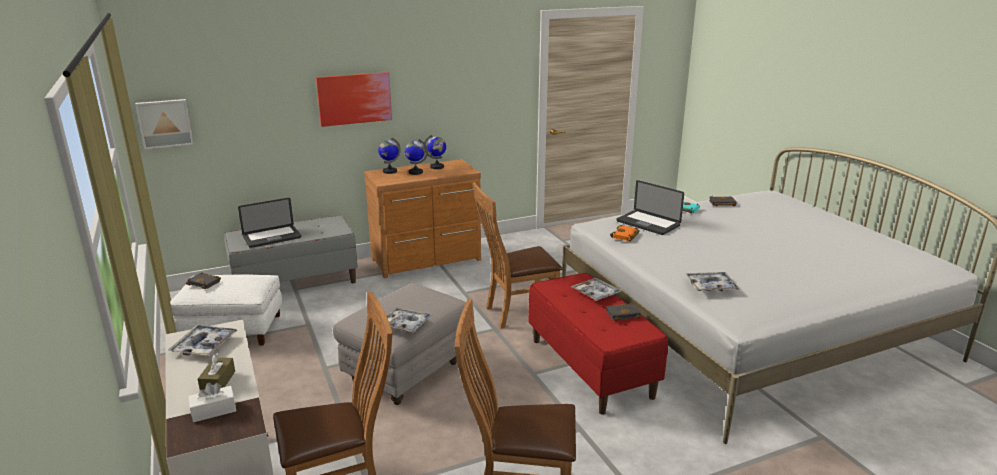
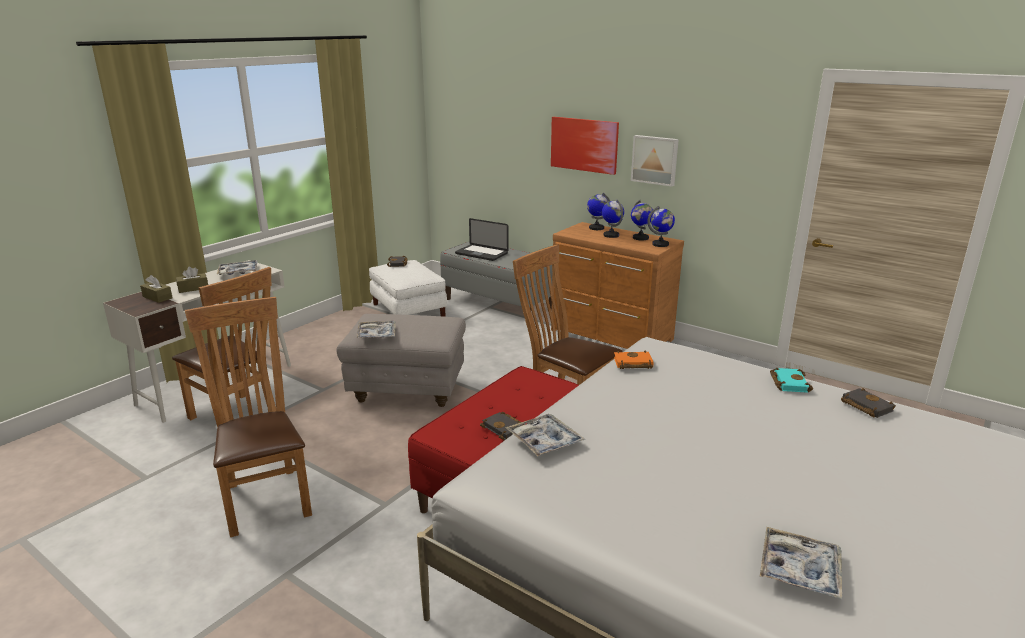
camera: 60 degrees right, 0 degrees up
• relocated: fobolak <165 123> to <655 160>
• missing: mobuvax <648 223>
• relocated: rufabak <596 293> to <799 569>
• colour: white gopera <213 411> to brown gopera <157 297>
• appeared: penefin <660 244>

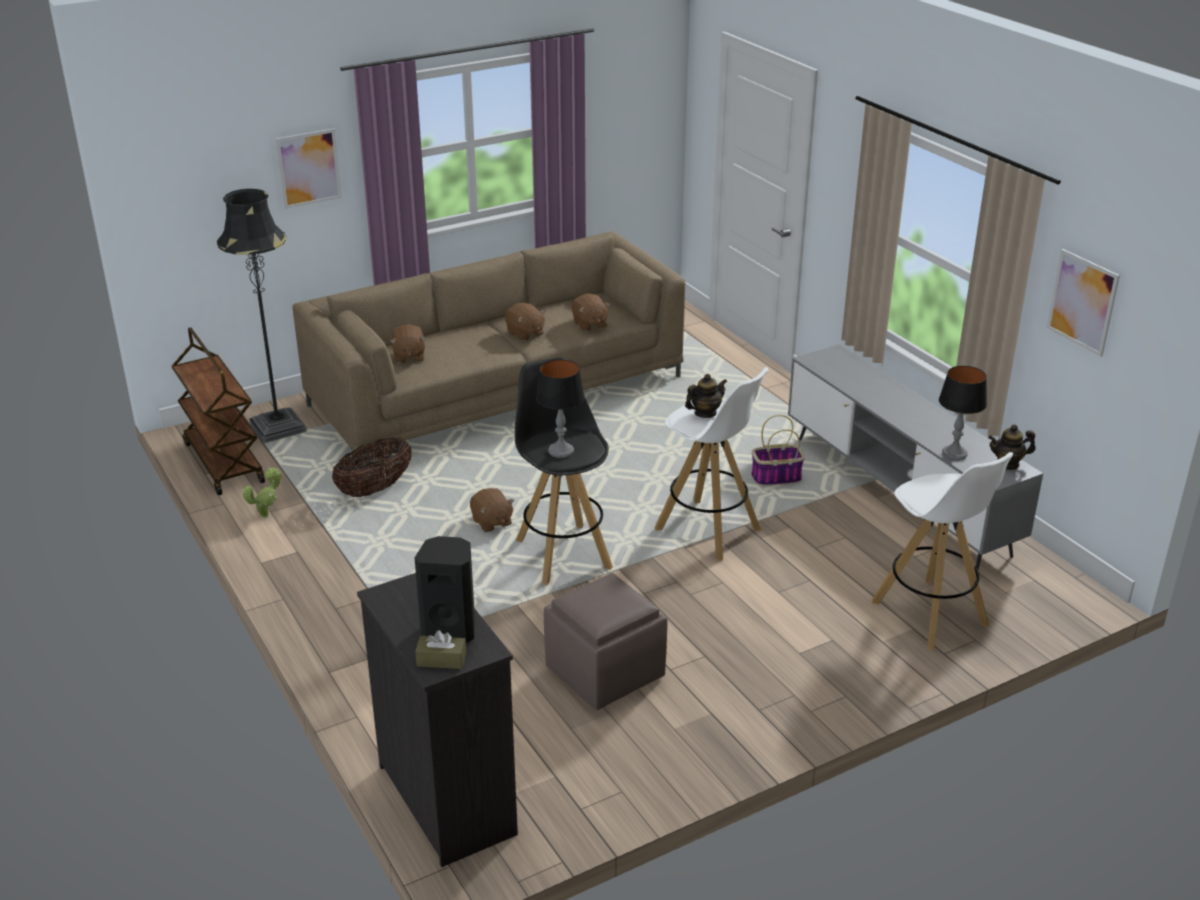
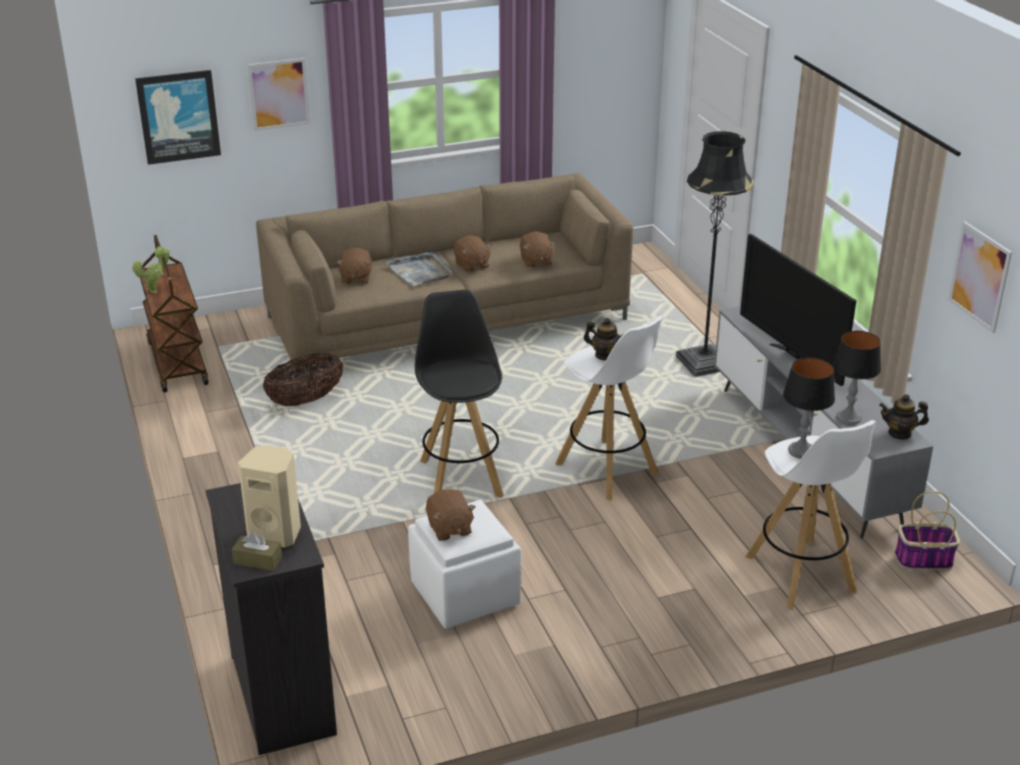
camera: 10 degrees right, 0 degrees up
• relocated: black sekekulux <278 428> to <704 363>
• relocated: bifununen <561 451> to <801 451>
• spun: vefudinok <705 413> = <605 355> 45 degrees clockwise
• relocated: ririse <775 478> to <923 560>
• relocated: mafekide <267 515> to <156 290>
• relocated: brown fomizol <491 522> to <449 529>
• colour: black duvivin <450 629> to beige duvivin <276 533>
• colour: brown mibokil <605 671> to white mibokil <465 593>
• appeared: fobolak <178 116>
• appeared: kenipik <791 355>
• appeared: grey rufabak <420 271>

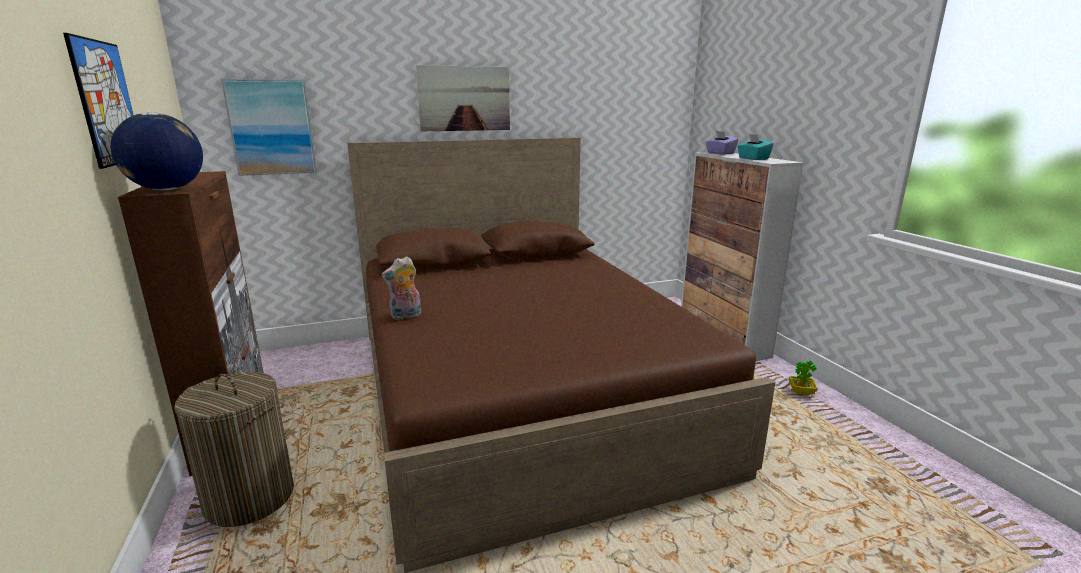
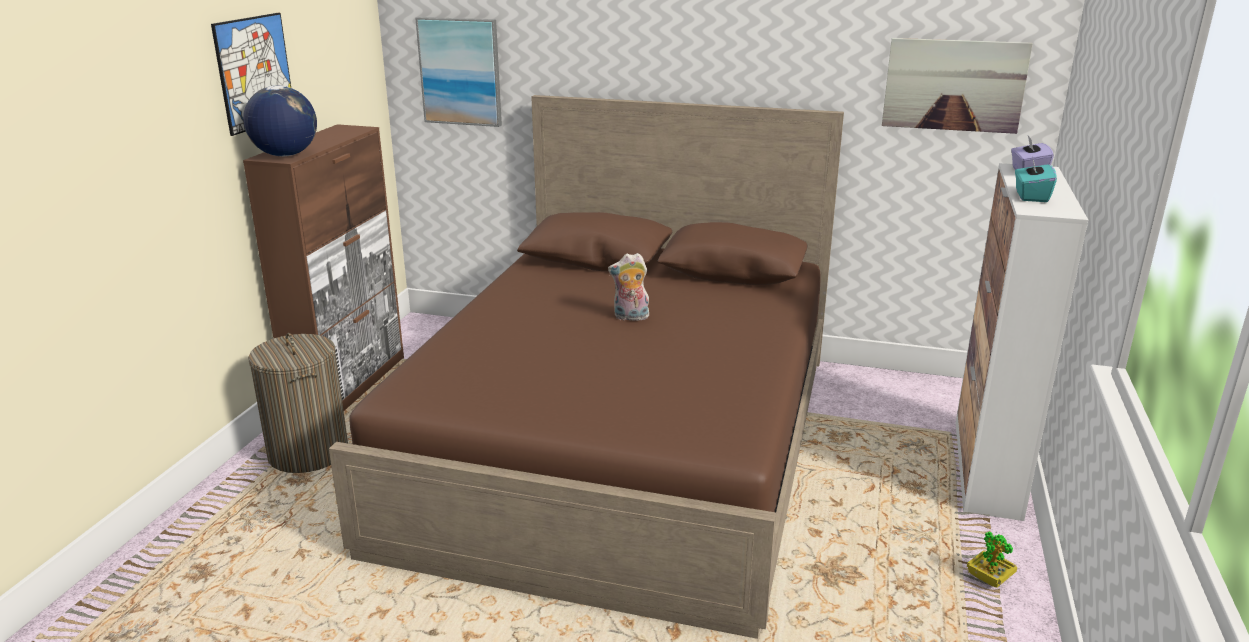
camera: 35 degrees right, 5 degrees up
• relocated: fobolak <464 98> to <954 85>
• relocated: fomizol <406 316> to <630 317>

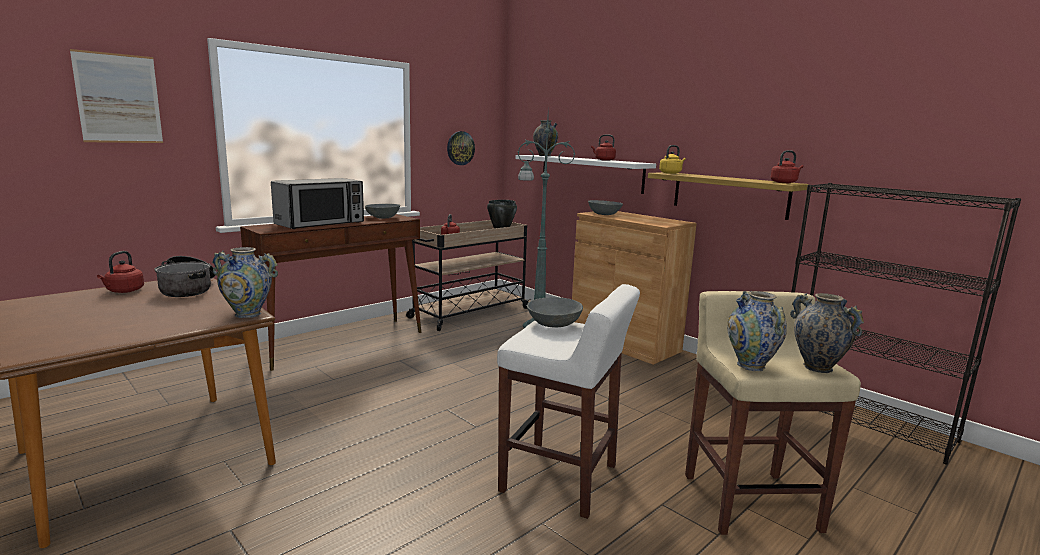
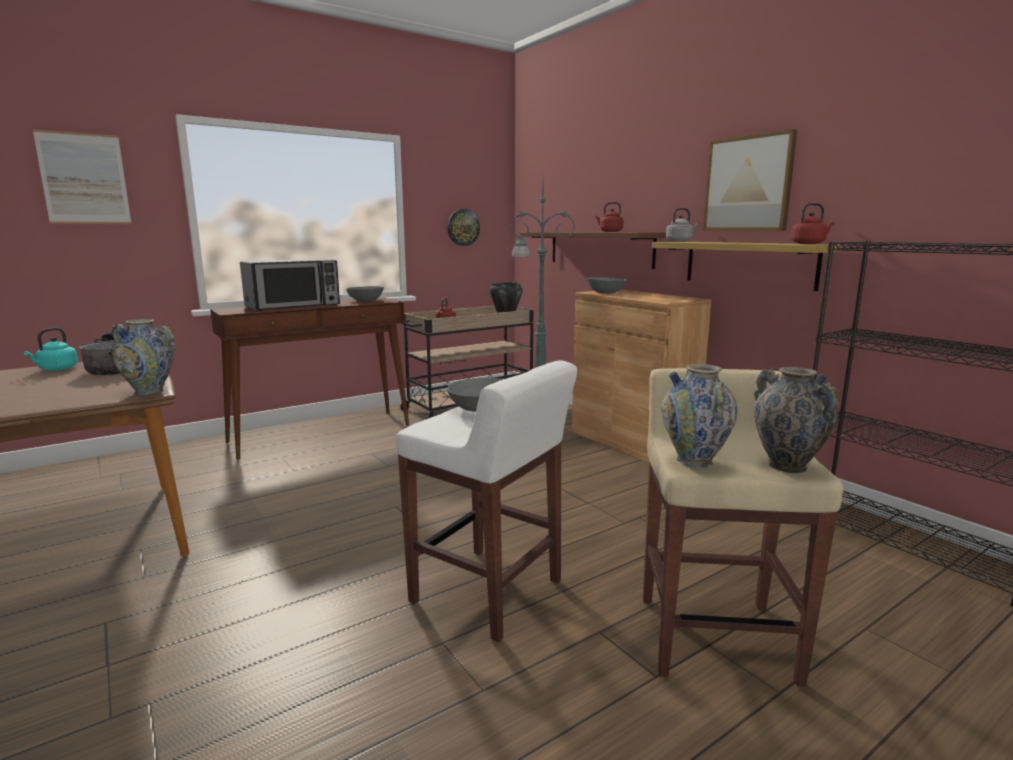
camera: 10 degrees right, 0 degrees up
• missing: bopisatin <544 155>
• colour: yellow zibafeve <671 173> to grey zibafeve <680 241>
• colour: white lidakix <590 173> to brown lidakix <599 248>
• colour: red zibafeve <124 291> to turquoise zibafeve <56 369>
• appeared: fobolak <748 184>

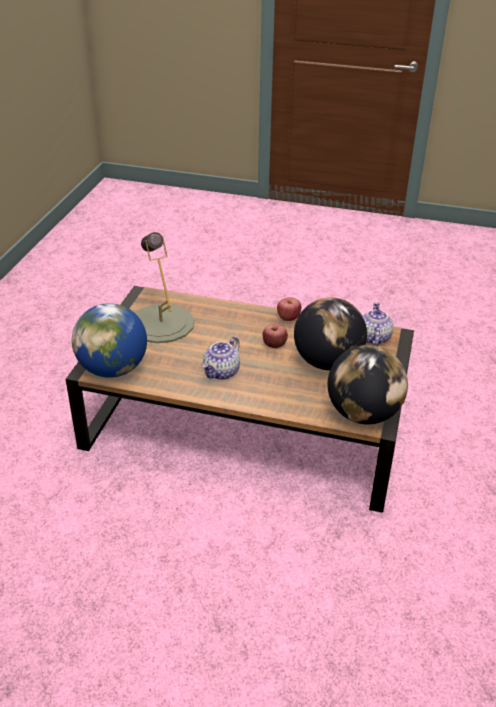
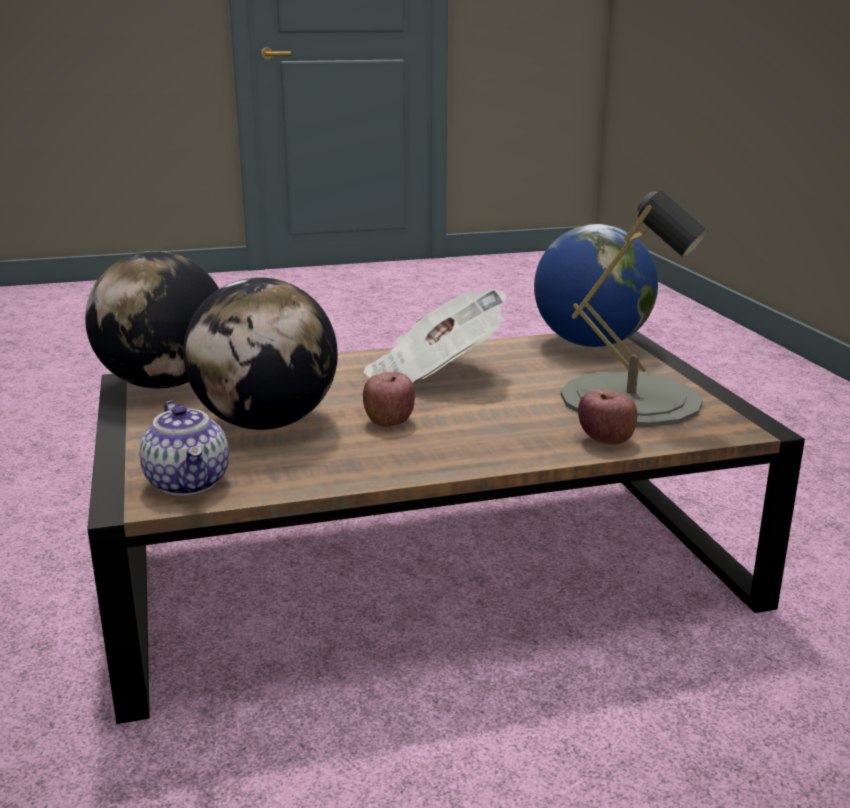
camera: 150 degrees right, 15 degrees down
• relocated: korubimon <288 318> to <606 440>
• exchanged: vefudinok <221 372> to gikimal <434 373>

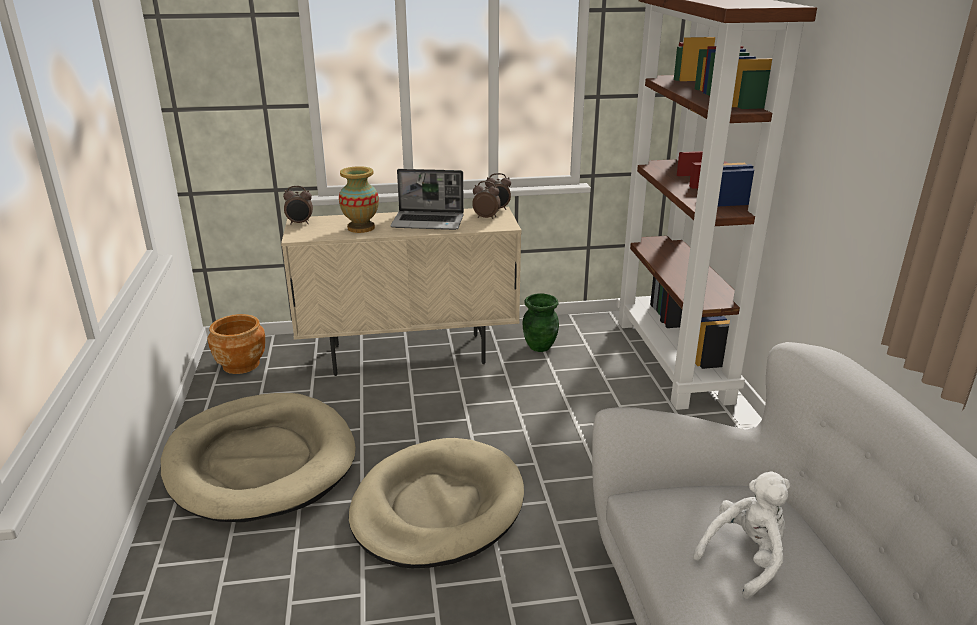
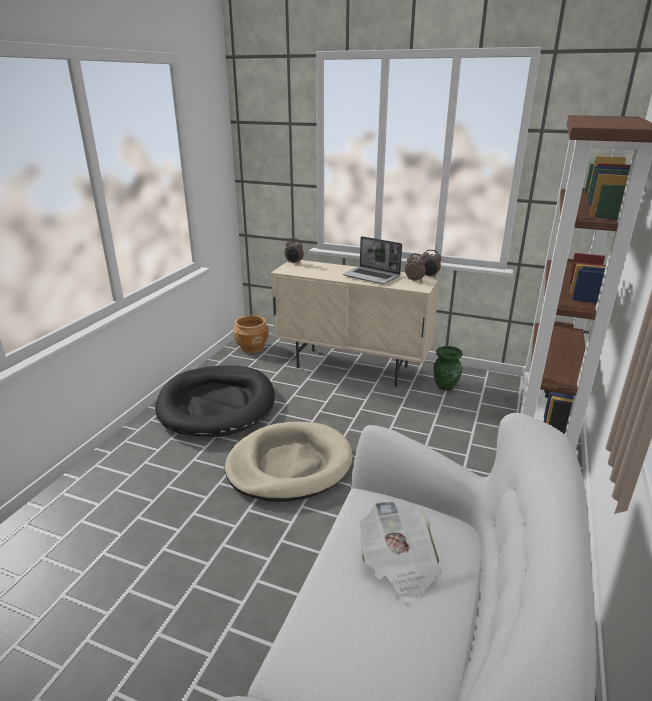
camera: 30 degrees right, 0 degrees up
• missing: bopisatin <361 228>
• colour: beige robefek <260 461> to black robefek <217 404>
• exchanged: white fomizol <745 558> to gikimal <399 565>

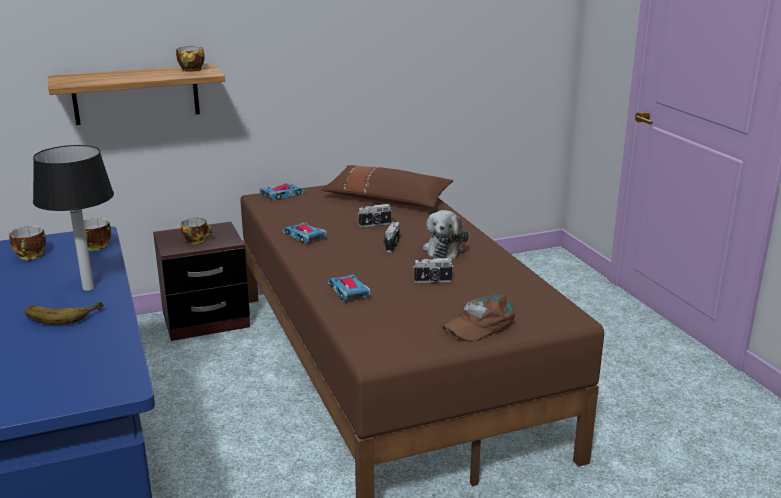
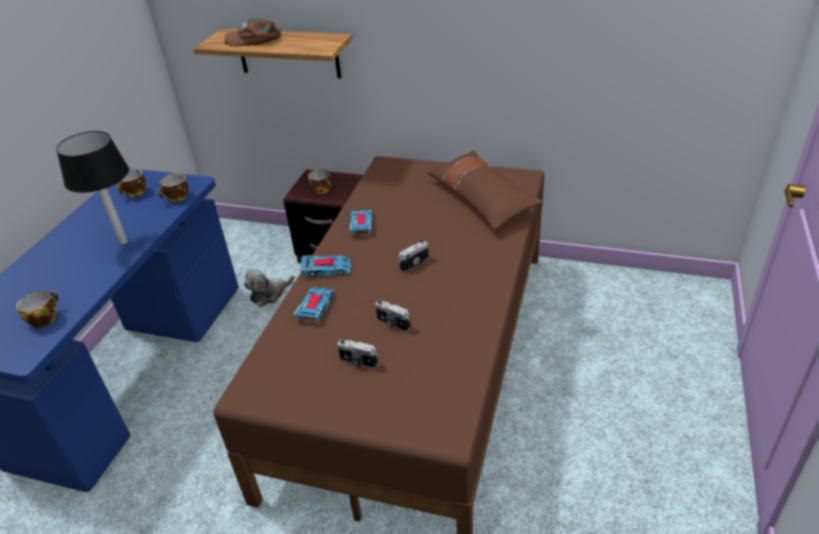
camera: 40 degrees right, 15 degrees up
• relocated: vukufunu <191 69> to <44 318>
• relocated: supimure <283 194> to <327 269>
• relocated: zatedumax <375 224> to <358 362>
• relocated: fomizol <445 249> to <269 294>
• relocated: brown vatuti <479 324> to <254 39>
• missing: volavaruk <62 314>

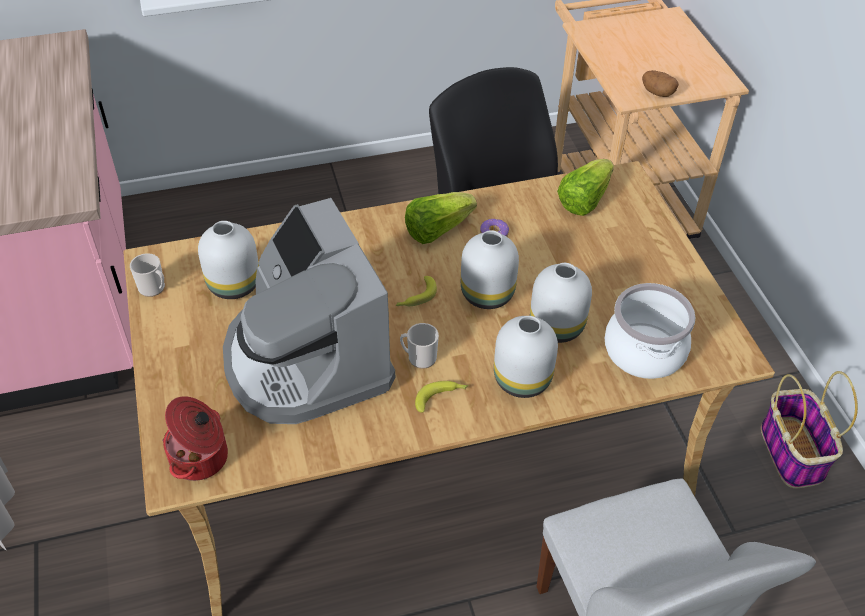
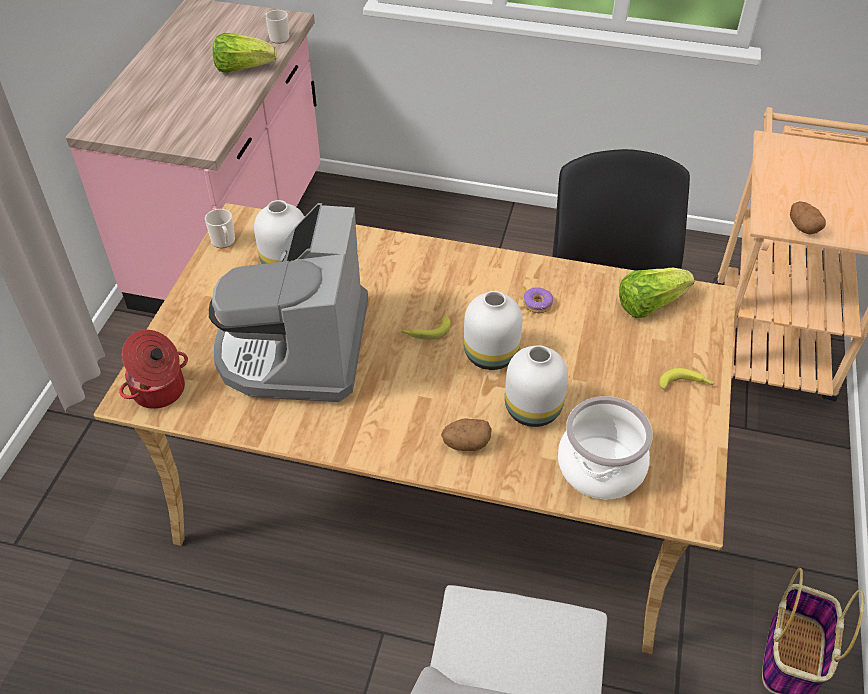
camera: 30 degrees right, 0 degrees up
• relocated: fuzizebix <437 230> to <243 68>
• exchanged: white bopisatin <524 380> to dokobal <466 444>
• relocated: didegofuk <419 357> to <277 37>
• relocated: volavaruk <441 398> to <685 384>

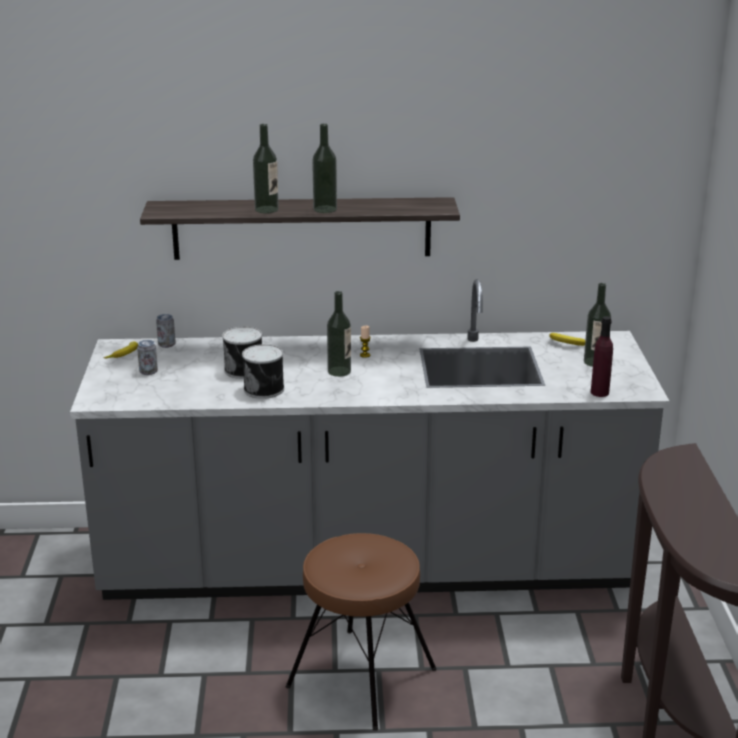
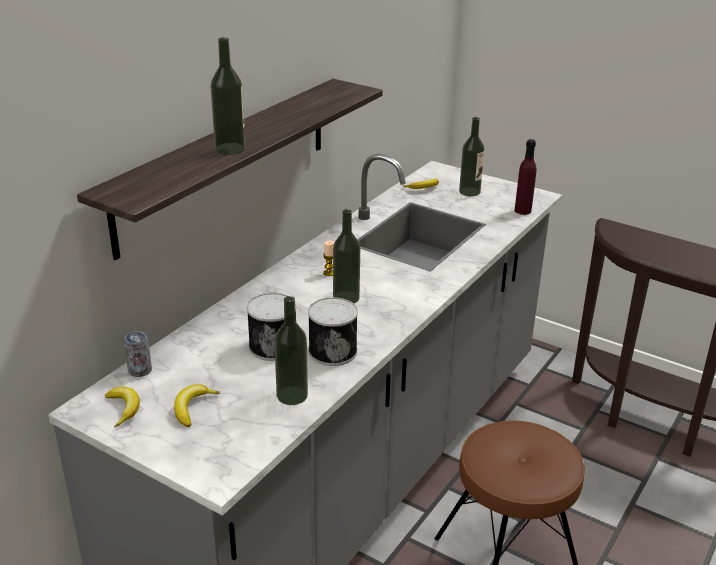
camera: 55 degrees left, 5 degrees up
• relocated: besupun <325 209> to <292 395>
• exchanged: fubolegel <148 371> to volavaruk <192 408>

